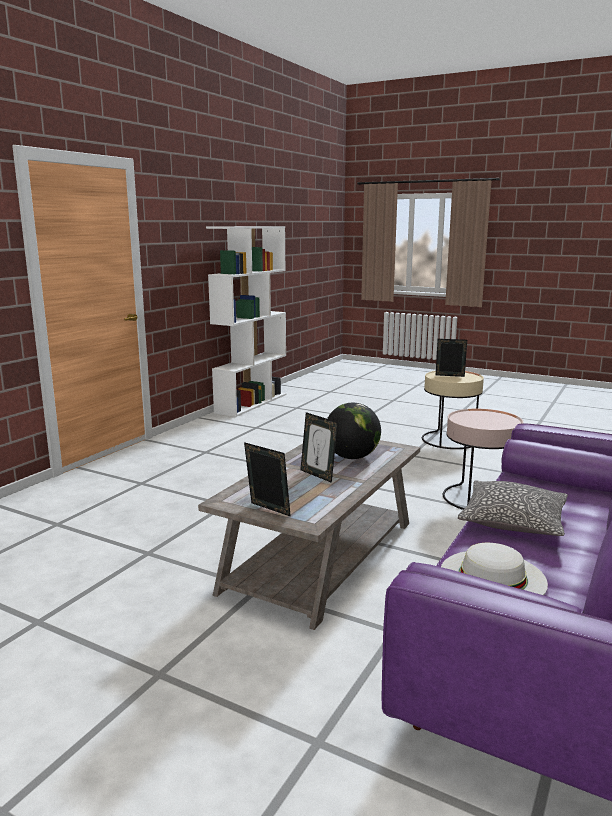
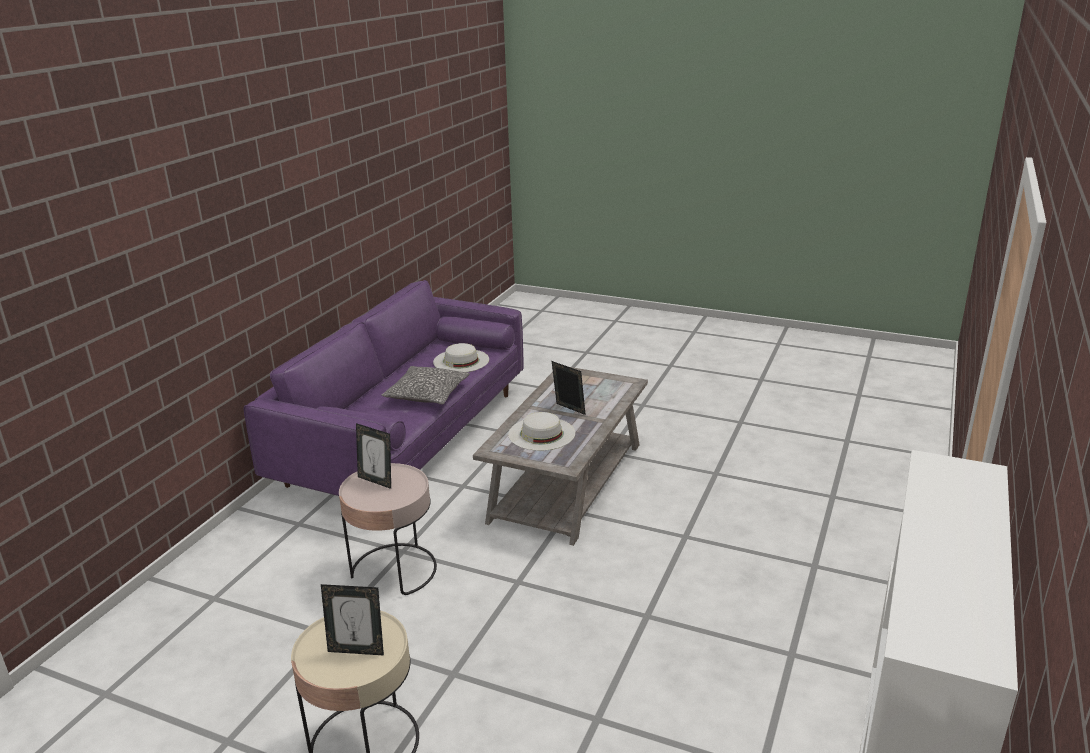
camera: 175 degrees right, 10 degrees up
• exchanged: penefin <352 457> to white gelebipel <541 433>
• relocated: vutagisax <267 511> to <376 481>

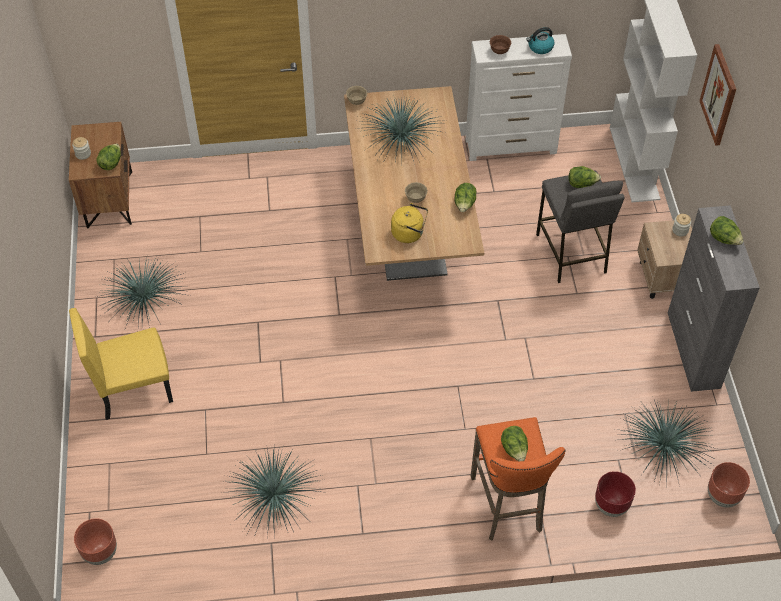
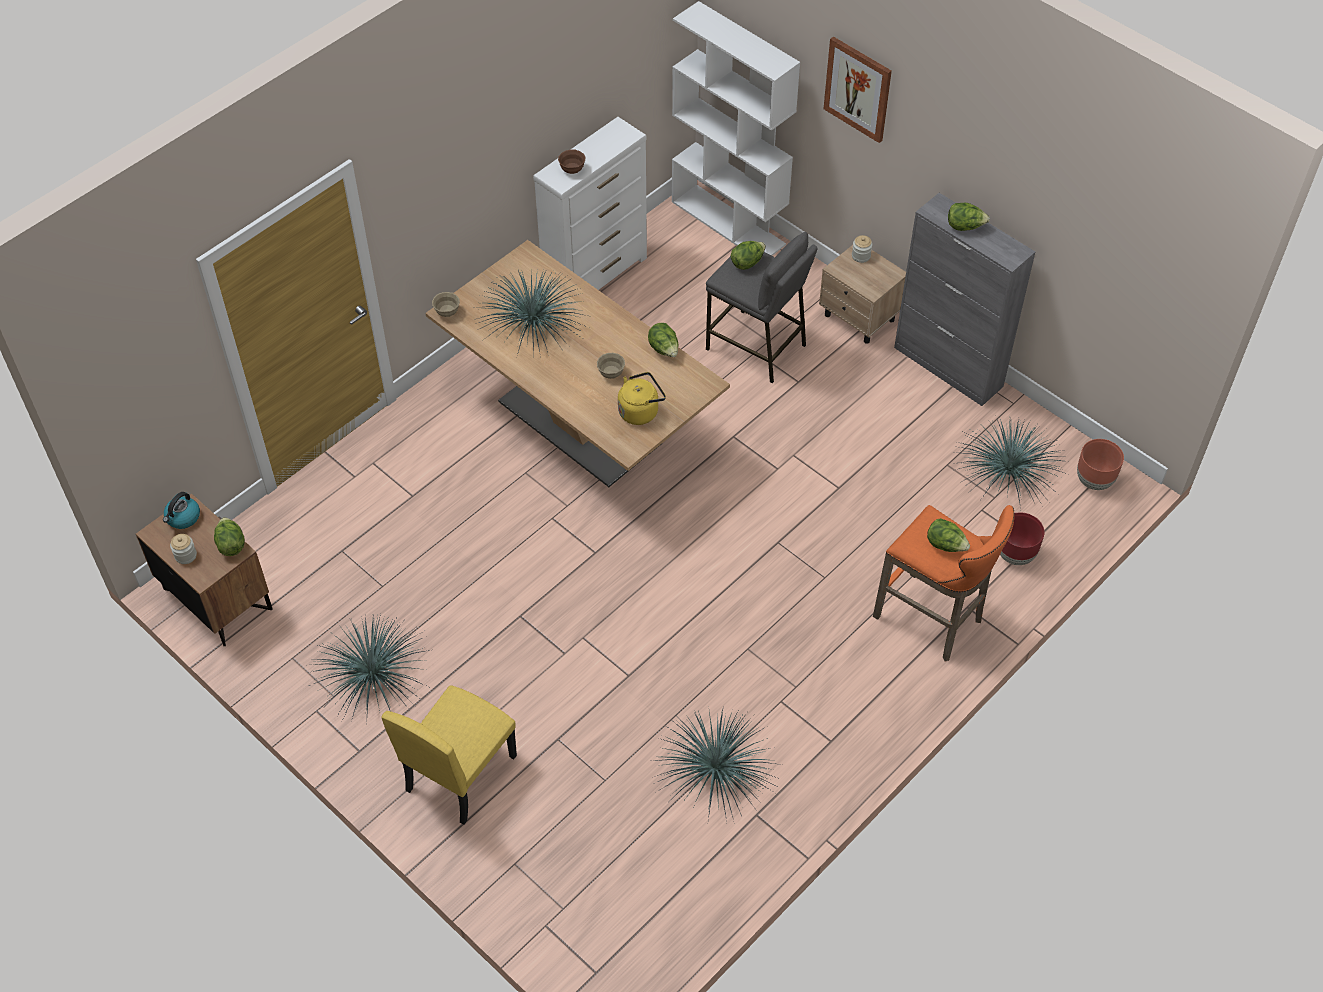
camera: 40 degrees left, 0 degrees up
• relocated: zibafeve <540 47> to <183 518>
• missing: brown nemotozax <100 553>

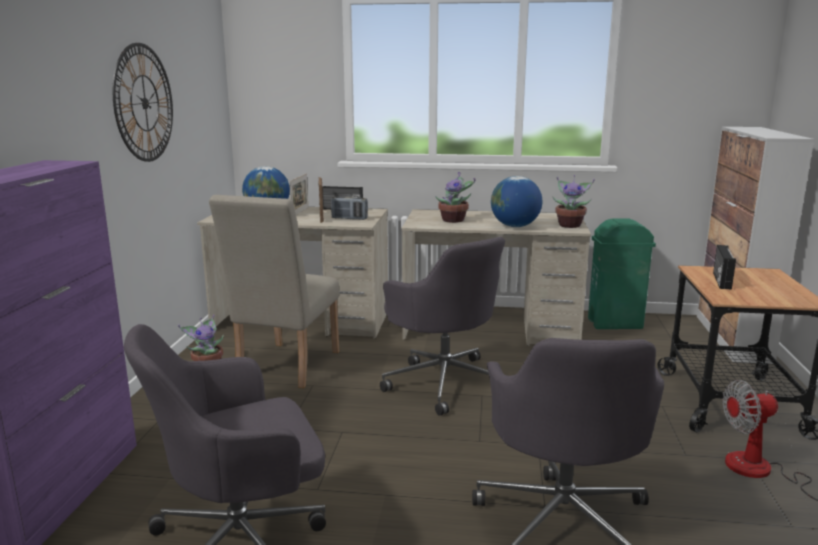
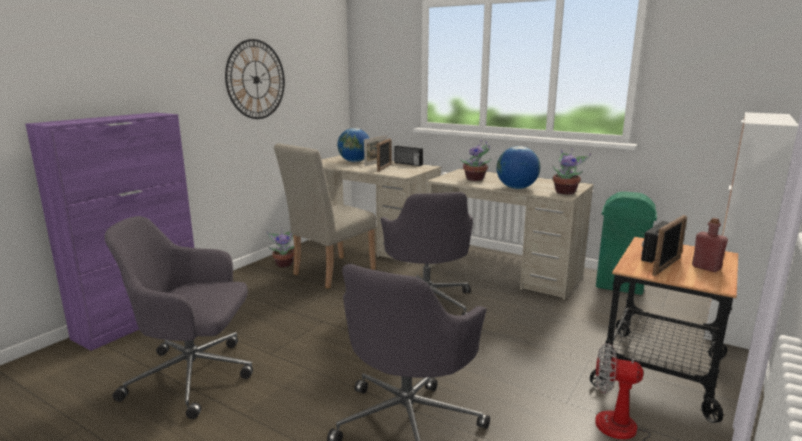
camera: 25 degrees right, 0 degrees up
• missing: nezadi <349 218>
• appeared: vutagisax <666 266>
• appeared: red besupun <706 268>

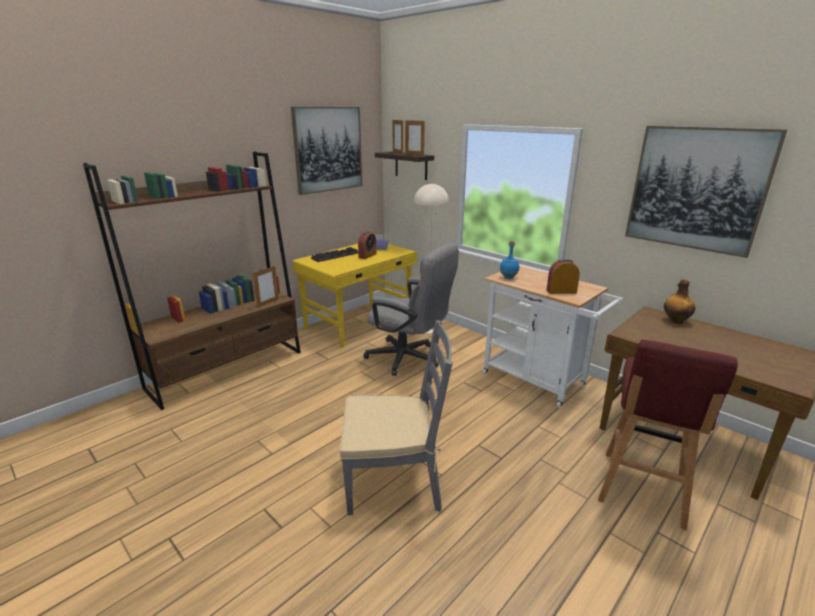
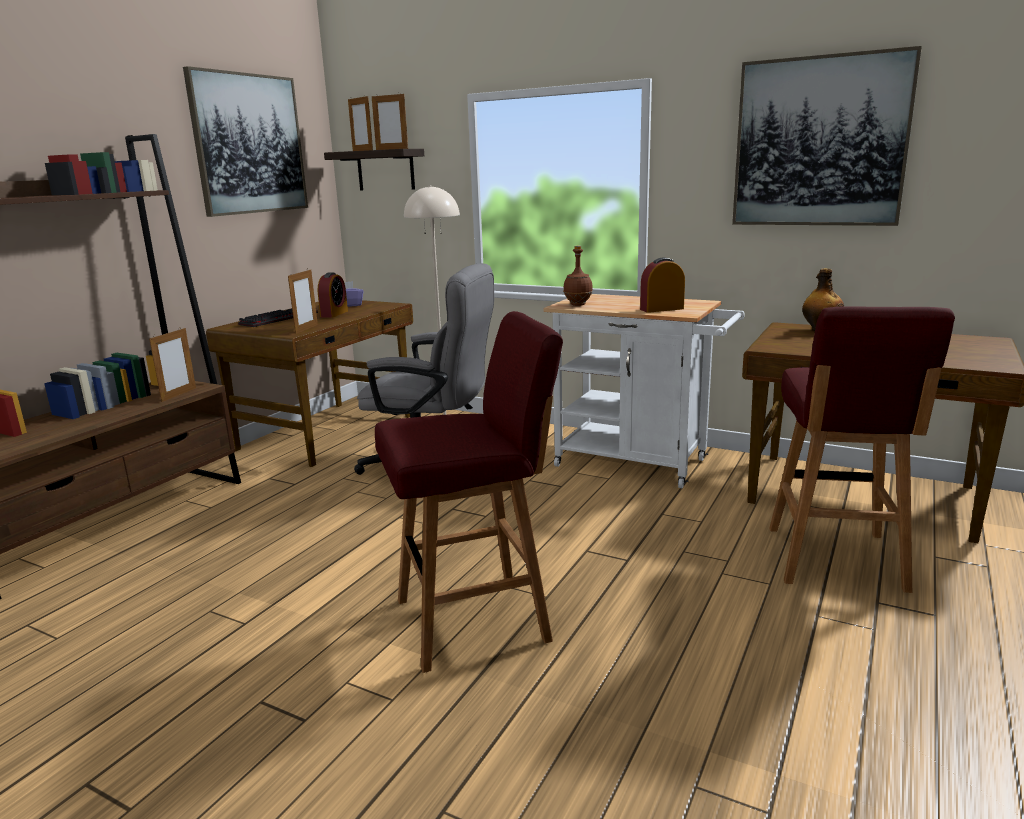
camera: 15 degrees left, 5 degrees down
• colour: blue besupun <508 278> to brown besupun <578 305>
• colour: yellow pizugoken <359 323> to brown pizugoken <329 432>
• exchanged: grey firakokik <395 481> to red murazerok <476 619>
• appeared: vutagisax <306 329>

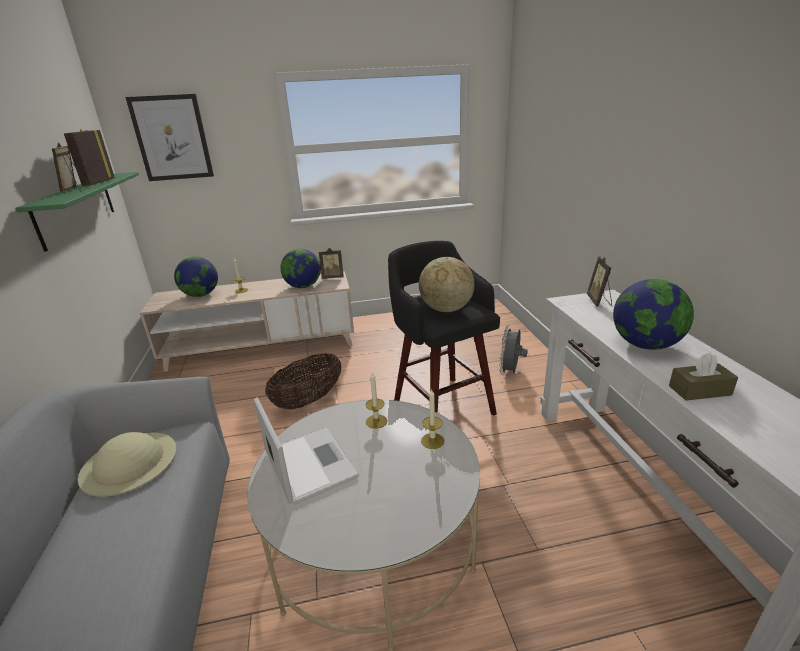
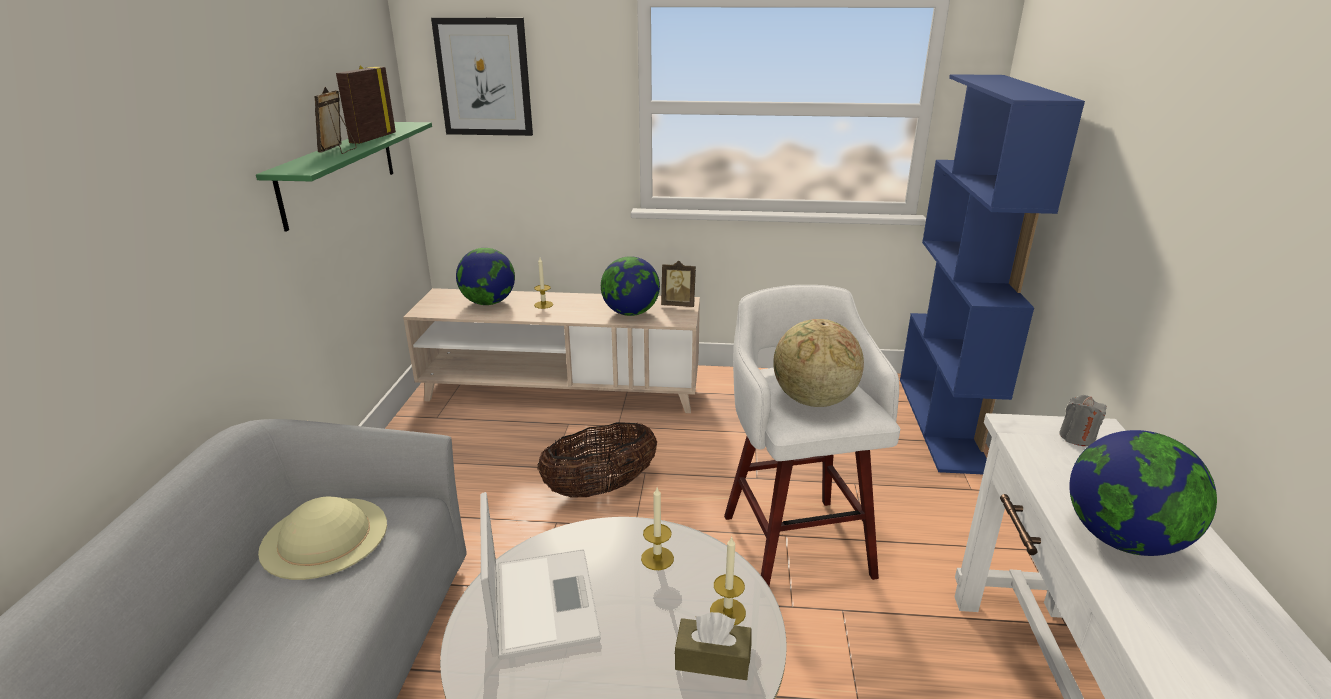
camera: 15 degrees right, 0 degrees up
• colour: black murazerok <442 405> to white murazerok <795 541>
• exchanged: vutagisax <599 301> to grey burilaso <1077 437>
• missing: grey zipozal <510 372>
• relocated: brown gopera <699 390> to <712 659>
• appeared: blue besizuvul <942 423>

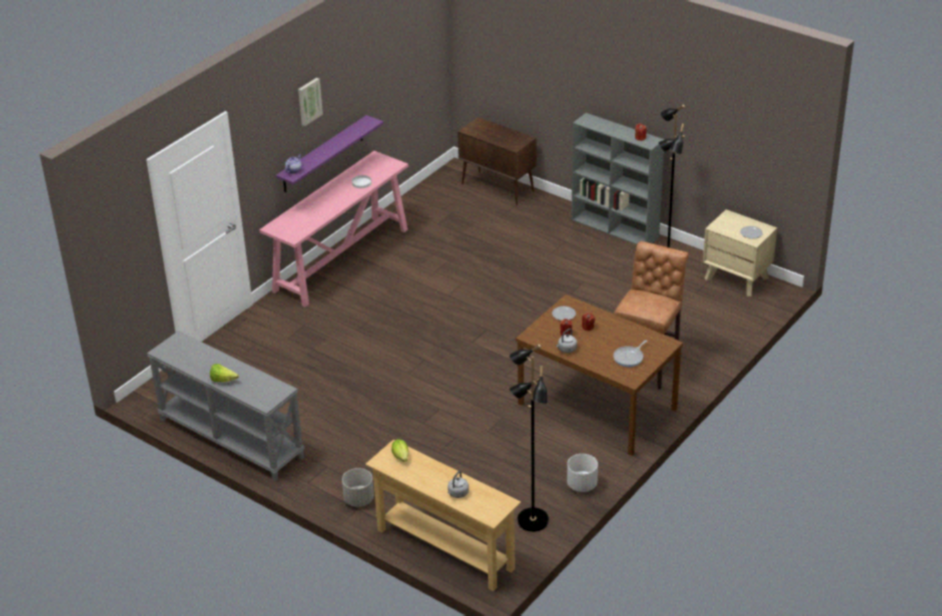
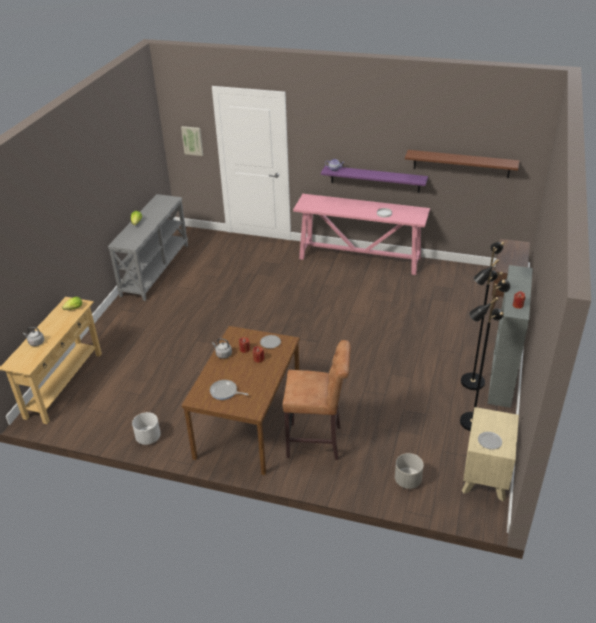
camera: 70 degrees right, 0 degrees up
• relocated: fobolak <309 101> to <192 140>
• relocated: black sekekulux <531 521> to <471 381>
• relocated: grey nemotozax <359 499> to <408 480>
• appeared: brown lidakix <461 163>

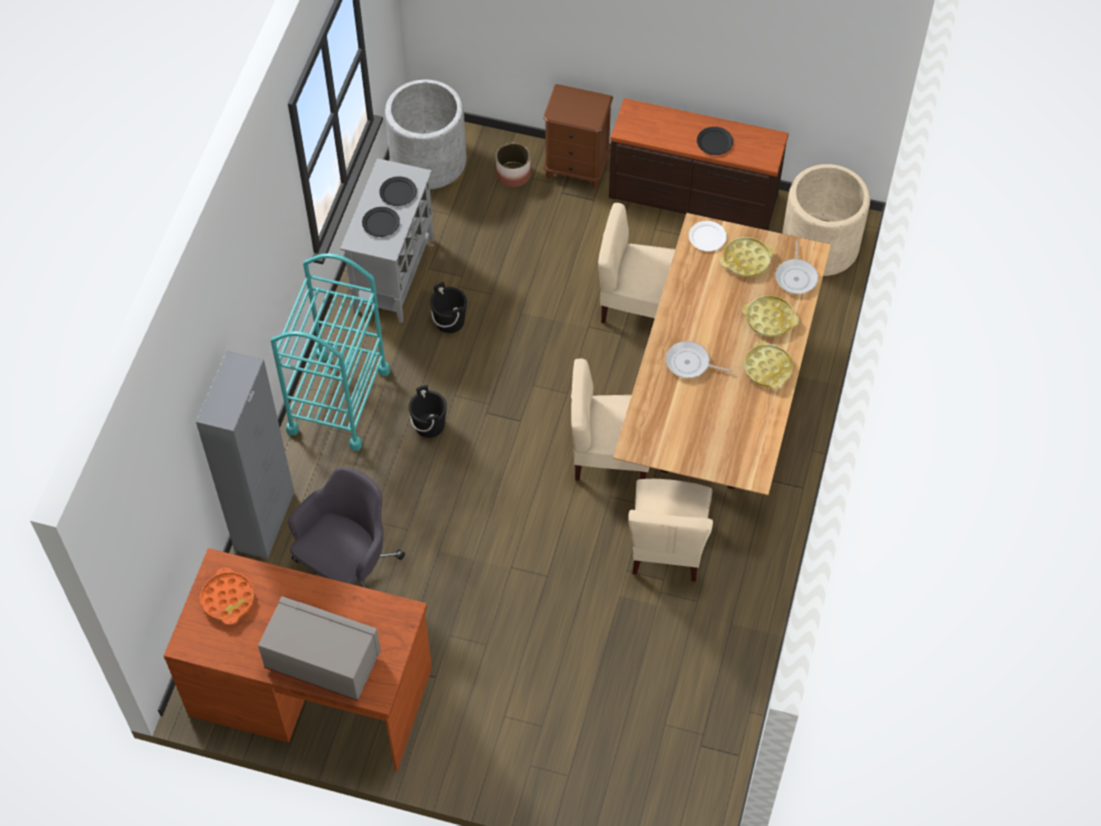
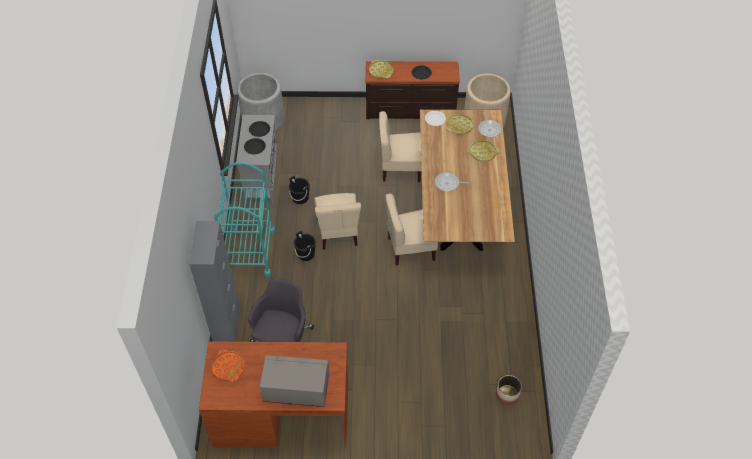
camera: 15 degrees left, 5 degrees down
• missing: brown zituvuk <577 167>
• relocated: nemotozax <513 174> to <507 394>
• relocated: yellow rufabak <767 368> to <381 71>
• relocated: beige firakokik <667 547> to <338 232>

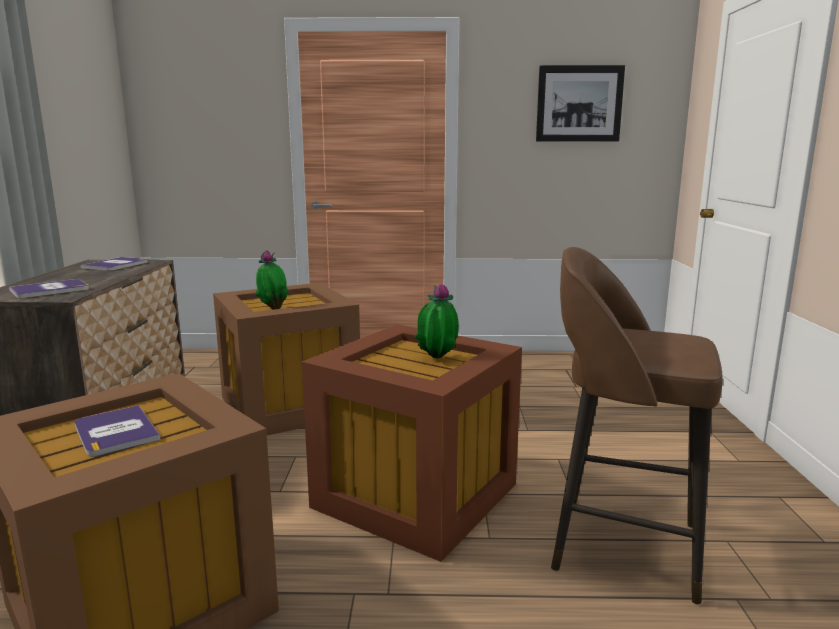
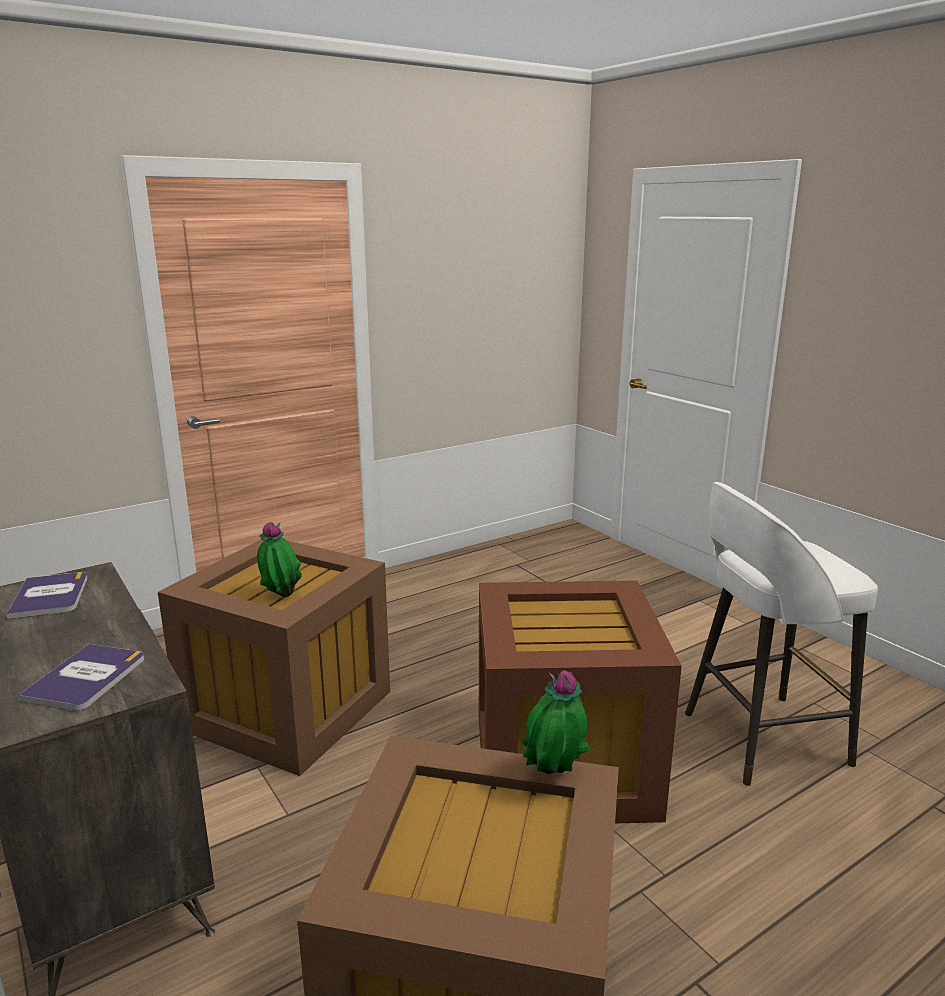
camera: 35 degrees left, 5 degrees up
• missing: fobolak <579 104>
• colour: brown murazerok <620 544> to white murazerok <760 739>
• relocated: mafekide <437 360> to <553 775>
• missing: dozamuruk <116 432>

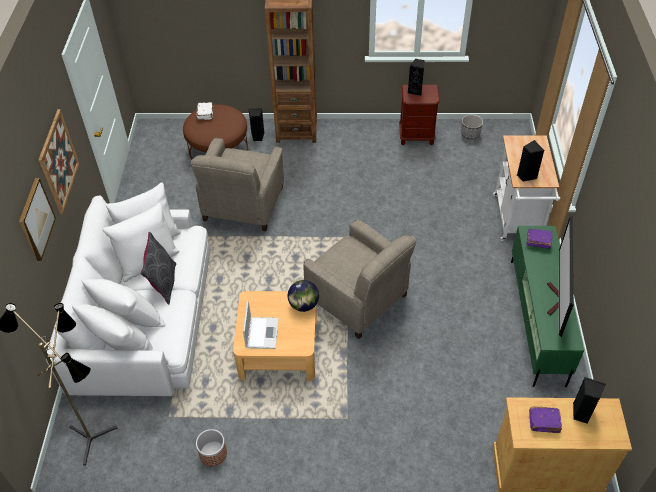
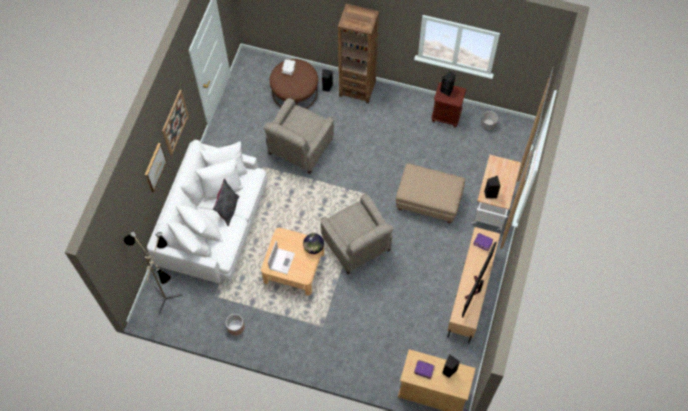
camera: 15 degrees right, 15 degrees up
• colour: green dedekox <536 321> to beige dedekox <470 292>
• appeared: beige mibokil <429 201>

